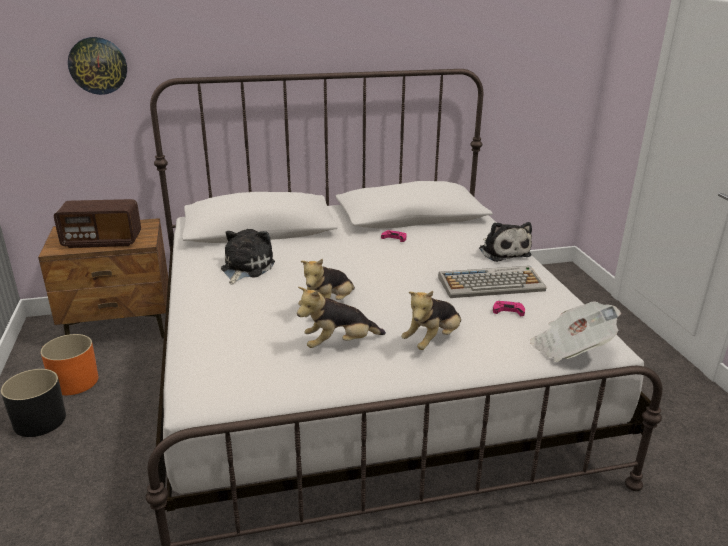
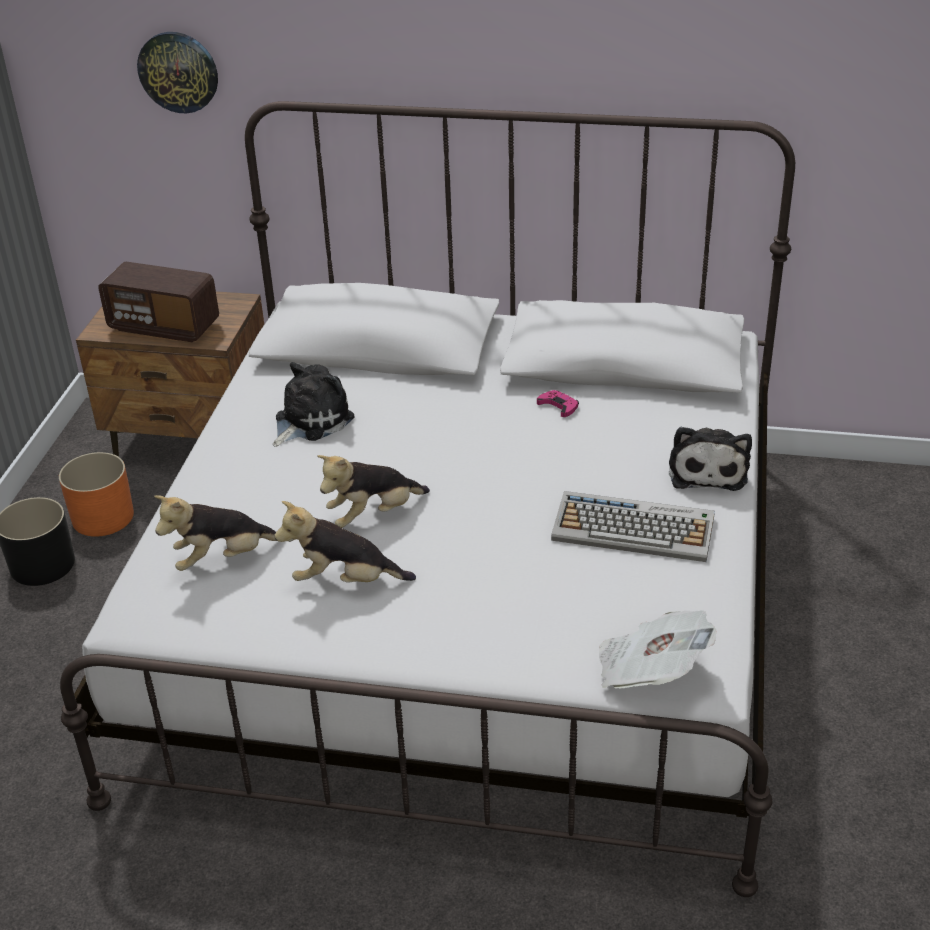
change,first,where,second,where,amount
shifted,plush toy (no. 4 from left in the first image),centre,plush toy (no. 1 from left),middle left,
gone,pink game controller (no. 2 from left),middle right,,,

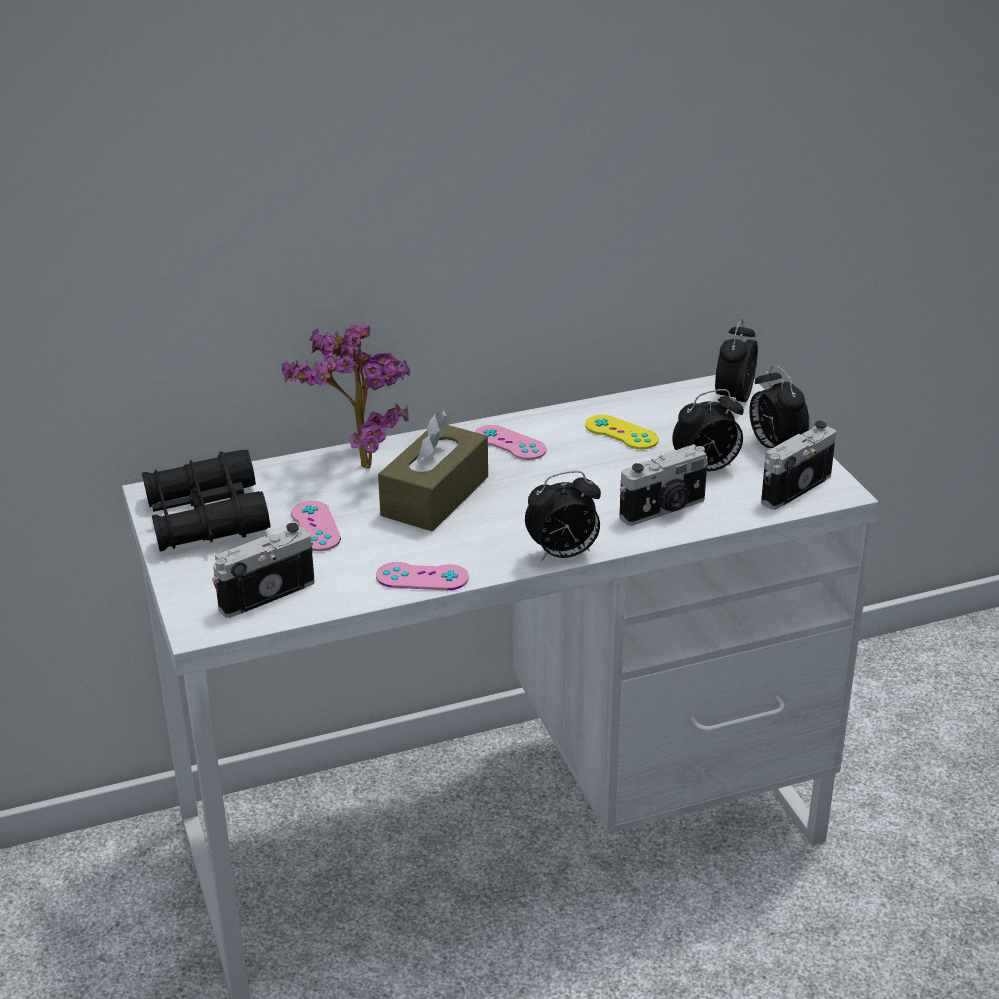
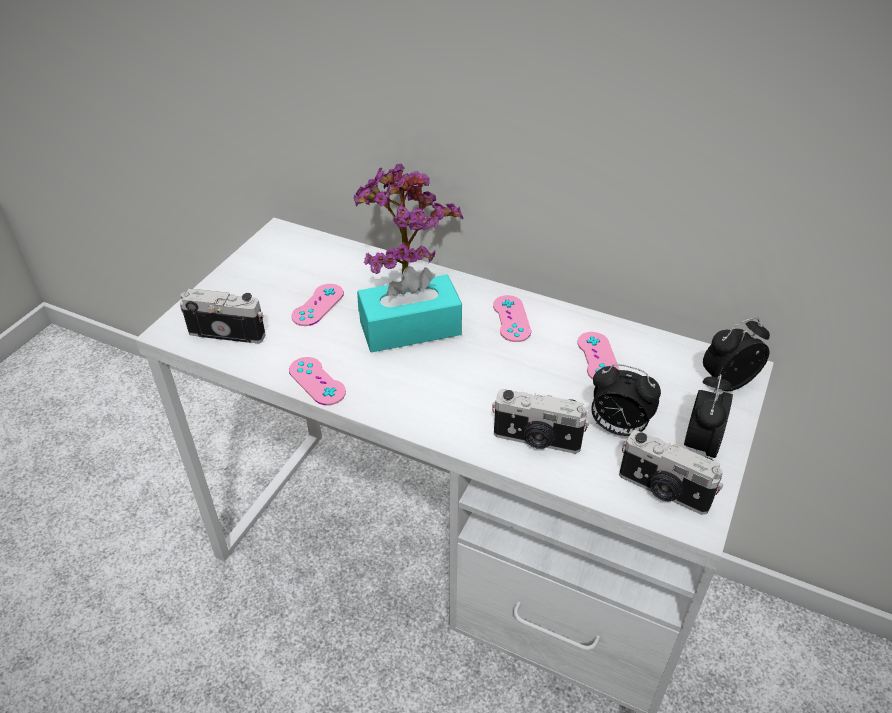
change,first,where,second,where,amount
gone,black binoculars,middle left,,,
repainted,brown tissue box,centre,turquoise tissue box,centre,
gone,alarm clock (no. 1 from left),centre,,,
repainted,yellow game controller,centre,pink game controller (no. 4 from left),middle right,
rotated,photo camera (no. 3 from left),middle right,,middle right,150 degrees counterclockwise

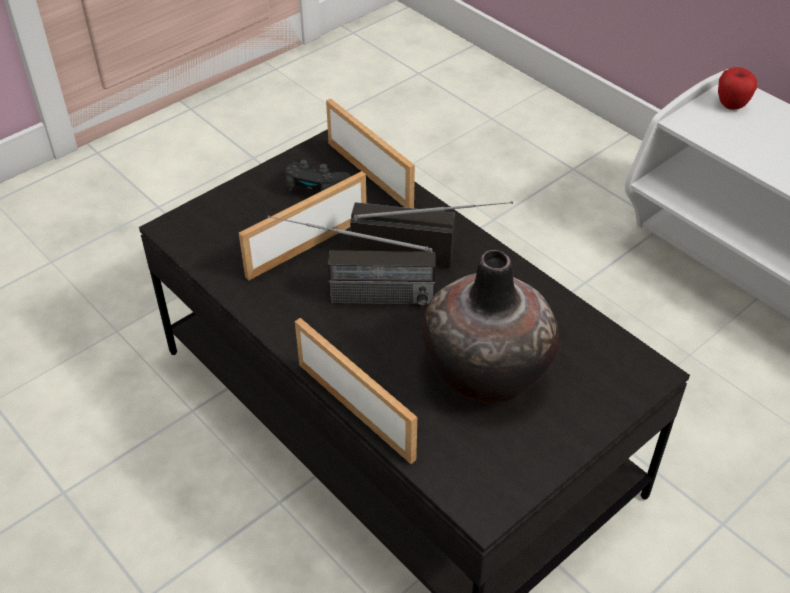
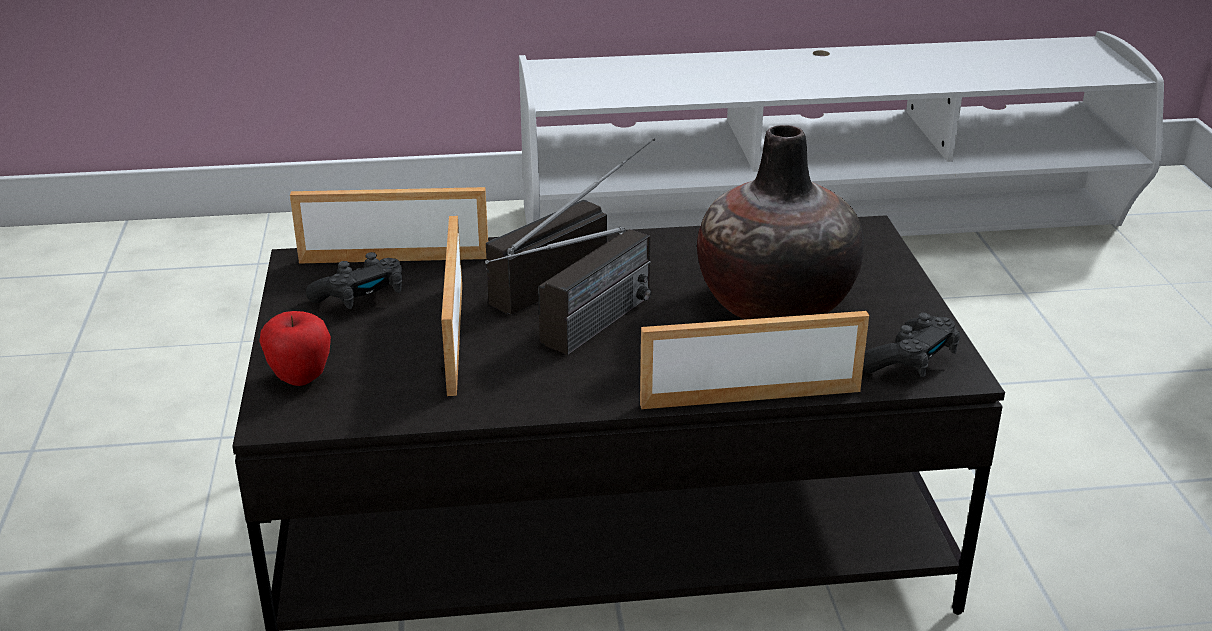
change,first,where,second,where,amount
shifted,apple,top right,,middle left,
new,,,black game controller (no. 2 from left),middle right,

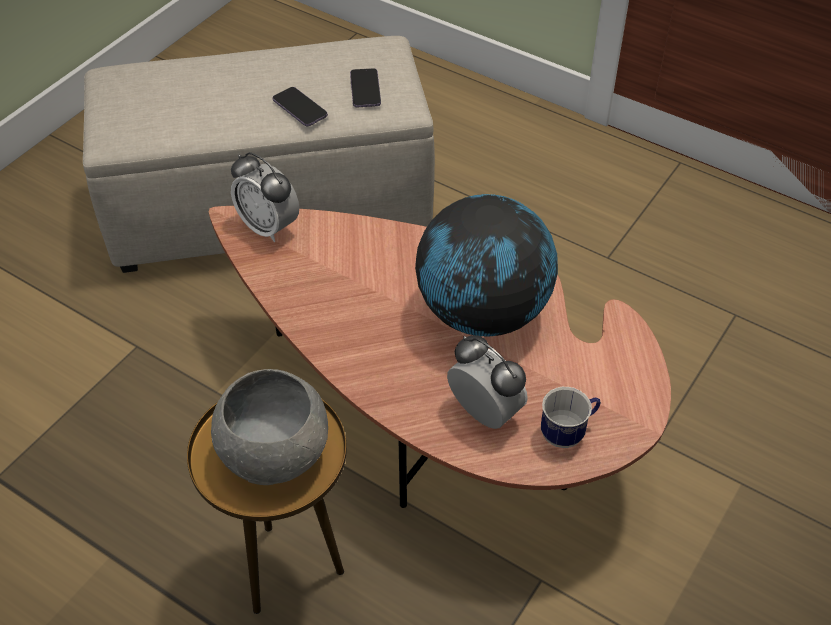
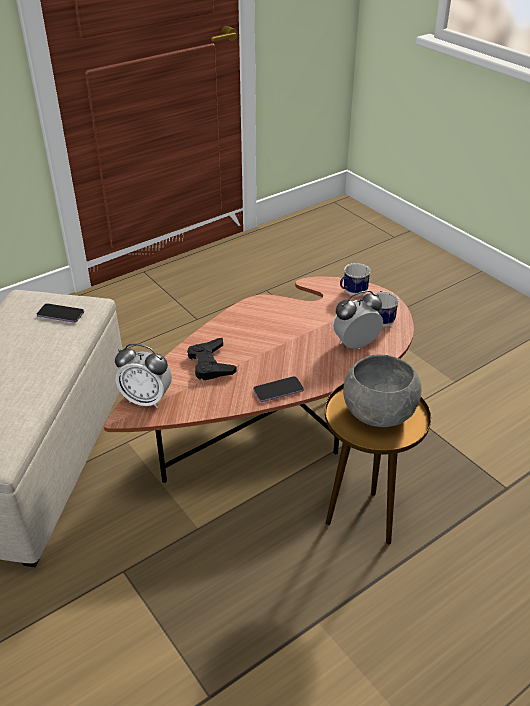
change,first,where,second,where,amount
rotated,alarm clock (no. 1 from left),top left,,middle left,45 degrees clockwise
shifted,phone (no. 1 from left in the first image),top centre,phone (no. 2 from left),centre,
gone,globe,centre,,,
new,,,black game controller,centre,
new,,,mug (no. 1 from left),middle right,

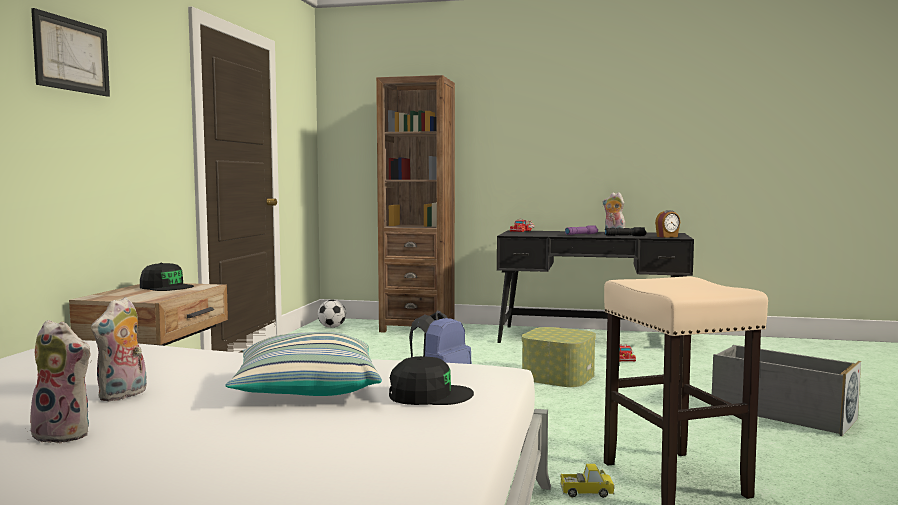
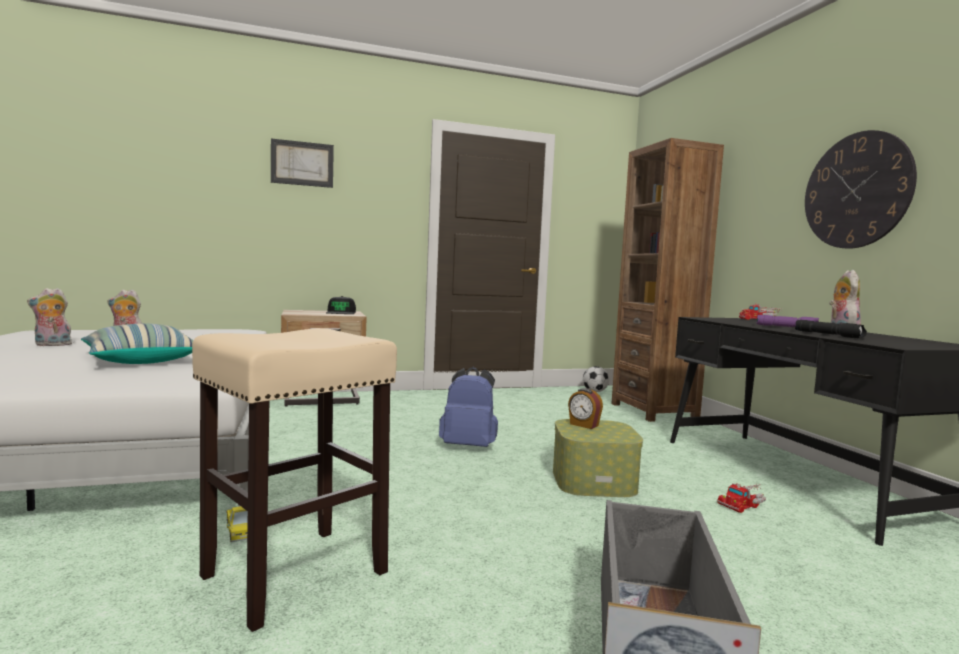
change,first,where,second,where,amount
rotated,plush toy (no. 1 from left),bottom left,,middle left,75 degrees clockwise
gone,black cap (no. 2 from left),bottom centre,,,
shifted,alarm clock,middle right,,centre,
new,,,wall clock,top right,

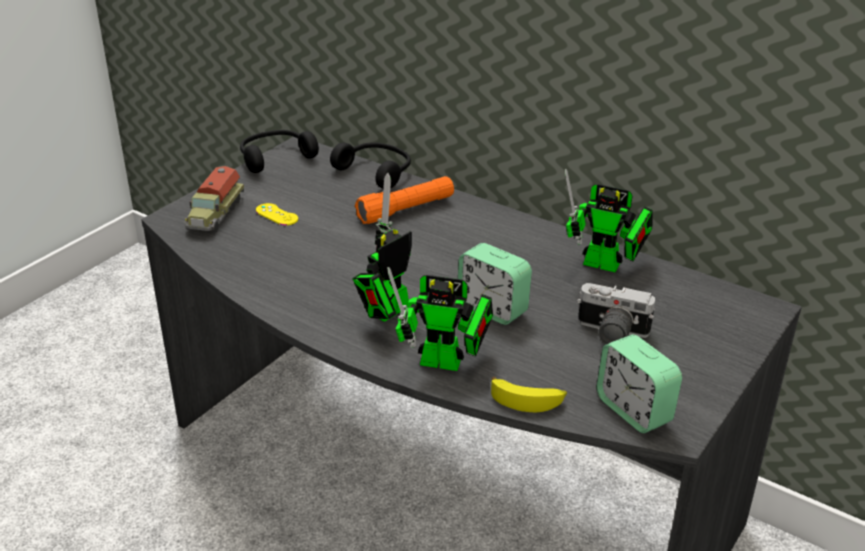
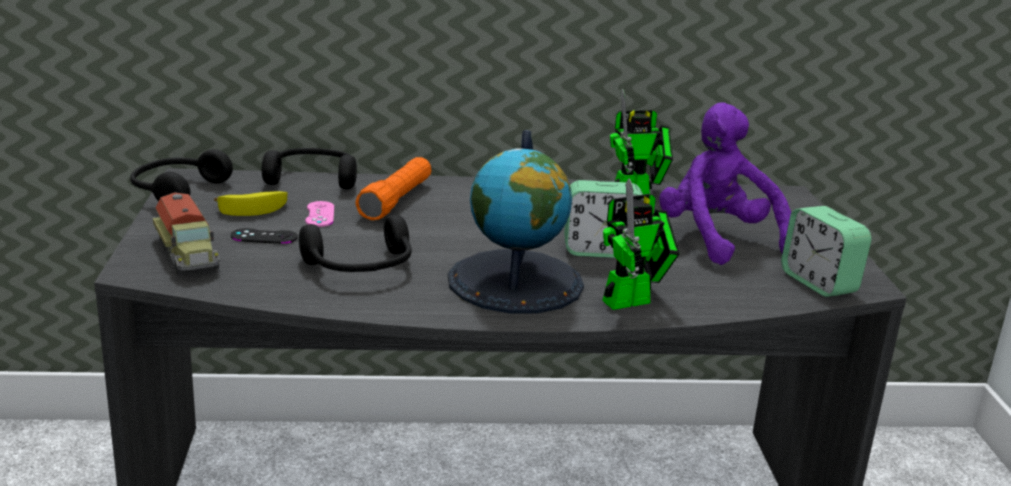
change,first,where,second,where,amount
repainted,yellow game controller,middle left,black game controller,middle left,
swapped,toy robot (no. 1 from left),centre,globe,centre,
shifted,banana,bottom centre,,middle left,
swapped,photo camera,middle right,purple plush toy,middle right,
rotated,alarm clock (no. 2 from left),bottom right,,middle right,45 degrees clockwise
new,,,black headphones (no. 3 from left),centre,
new,,,pink game controller,middle left,

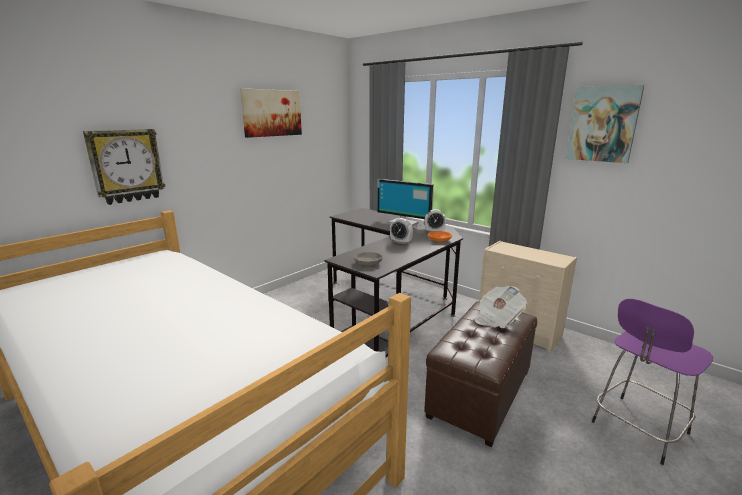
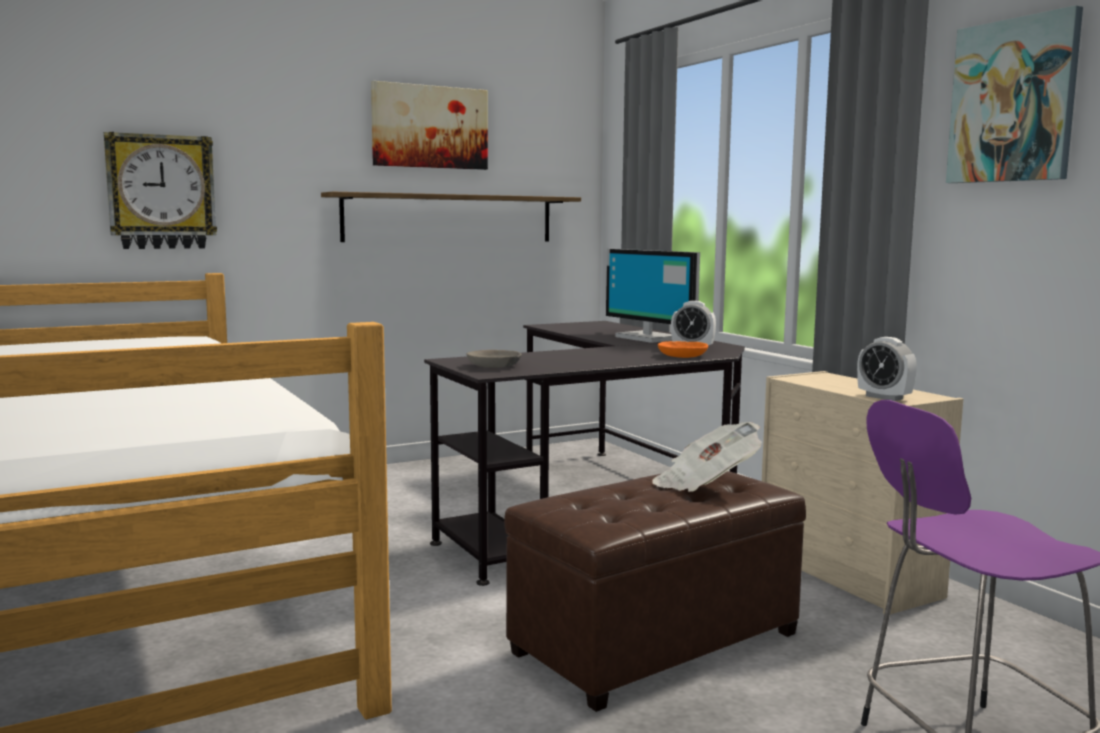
change,first,where,second,where,amount
shifted,alarm clock (no. 1 from left in the first image),centre,alarm clock (no. 2 from left),middle right,
new,,,shelf,top centre,

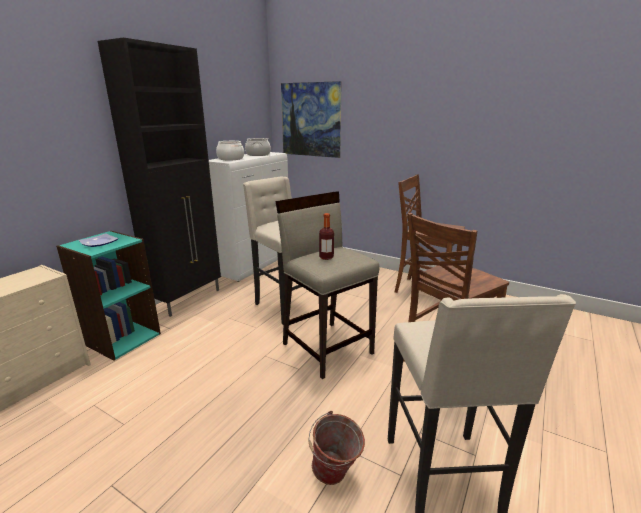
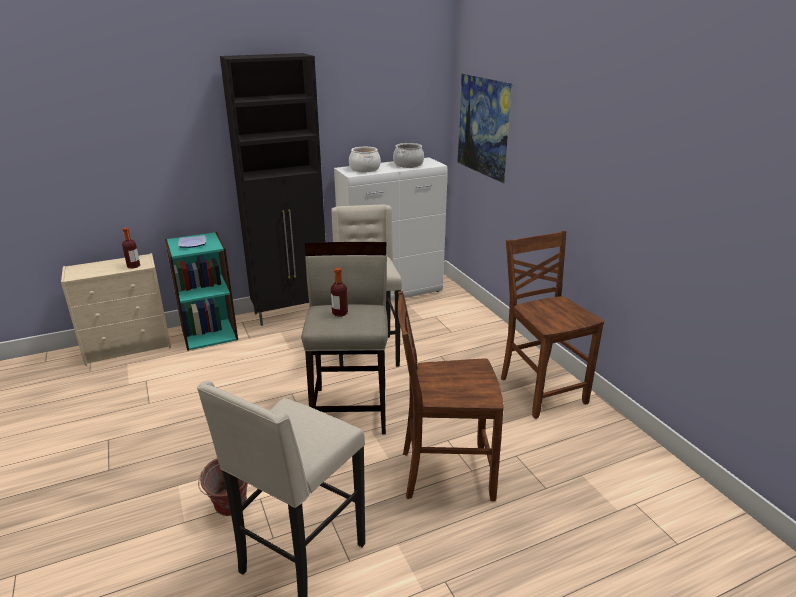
change,first,where,second,where,amount
new,,,bottle (no. 1 from left),middle left,

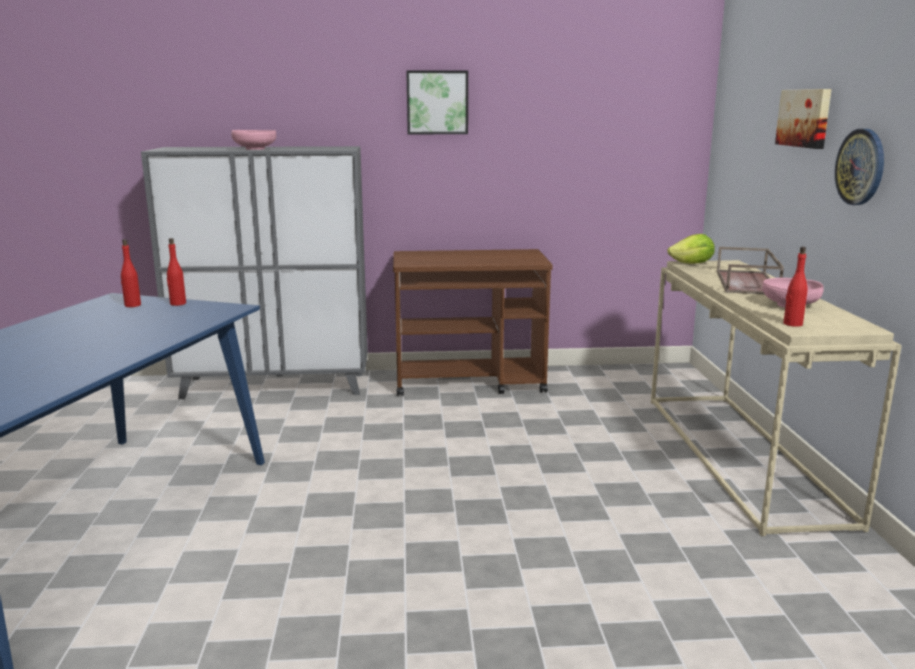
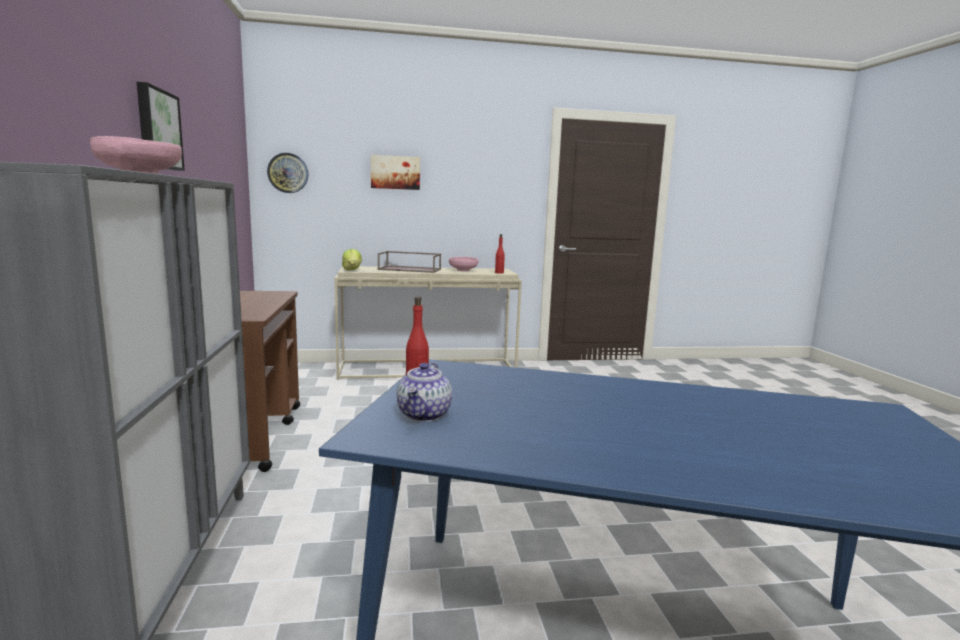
change,first,where,second,where,amount
swapped,red bottle (no. 1 from left),middle left,teapot,centre,
shifted,wall clock,top right,,top left,

